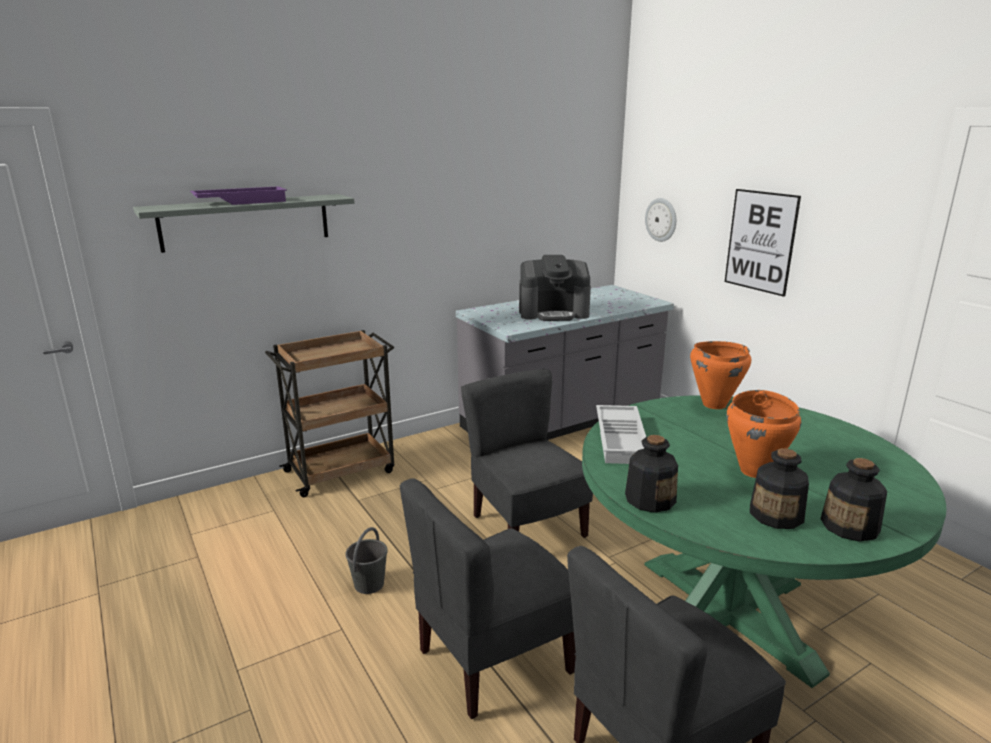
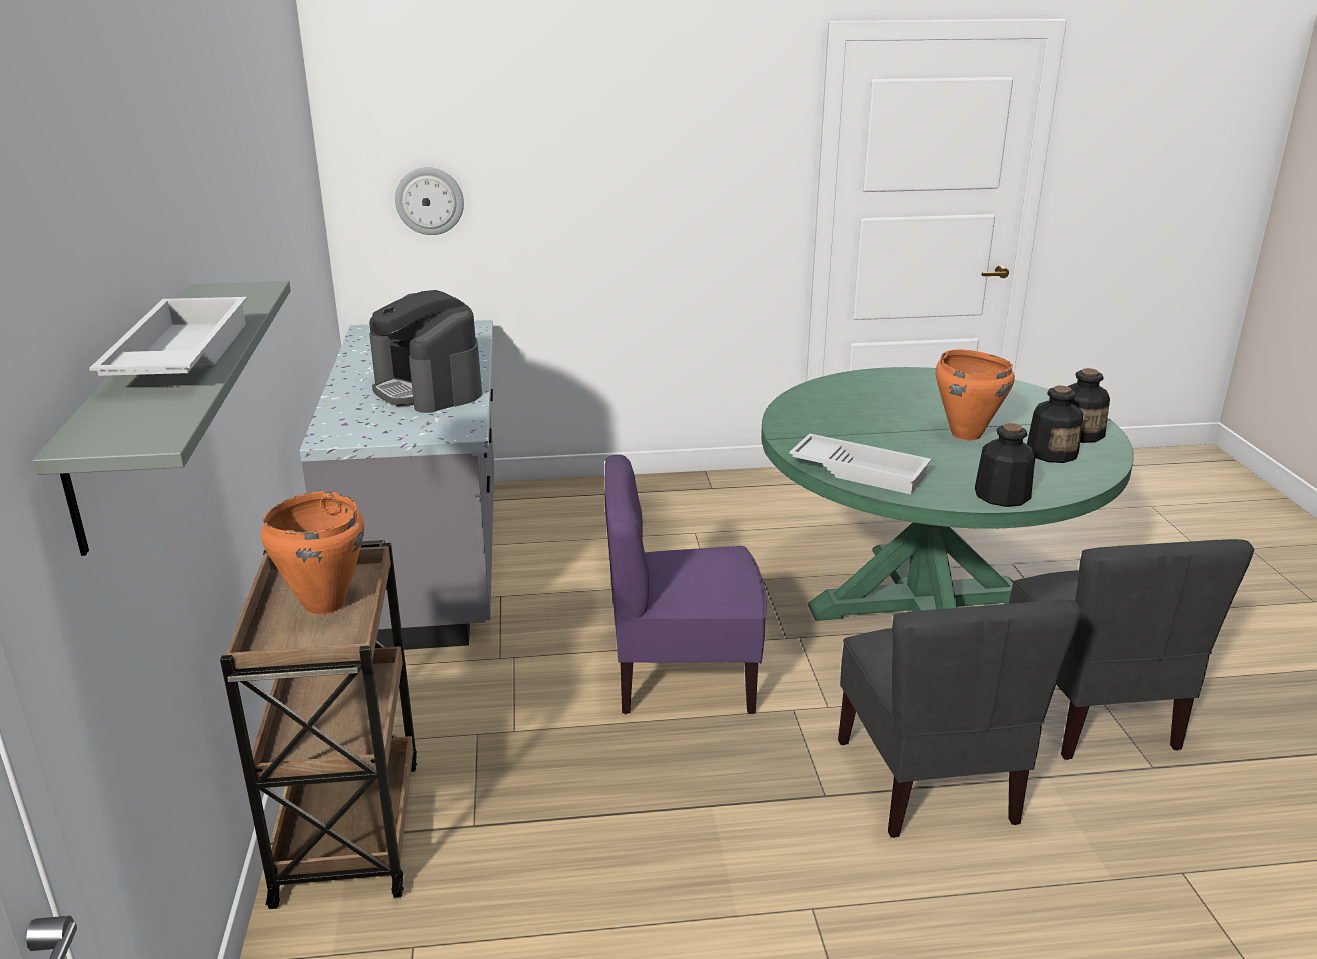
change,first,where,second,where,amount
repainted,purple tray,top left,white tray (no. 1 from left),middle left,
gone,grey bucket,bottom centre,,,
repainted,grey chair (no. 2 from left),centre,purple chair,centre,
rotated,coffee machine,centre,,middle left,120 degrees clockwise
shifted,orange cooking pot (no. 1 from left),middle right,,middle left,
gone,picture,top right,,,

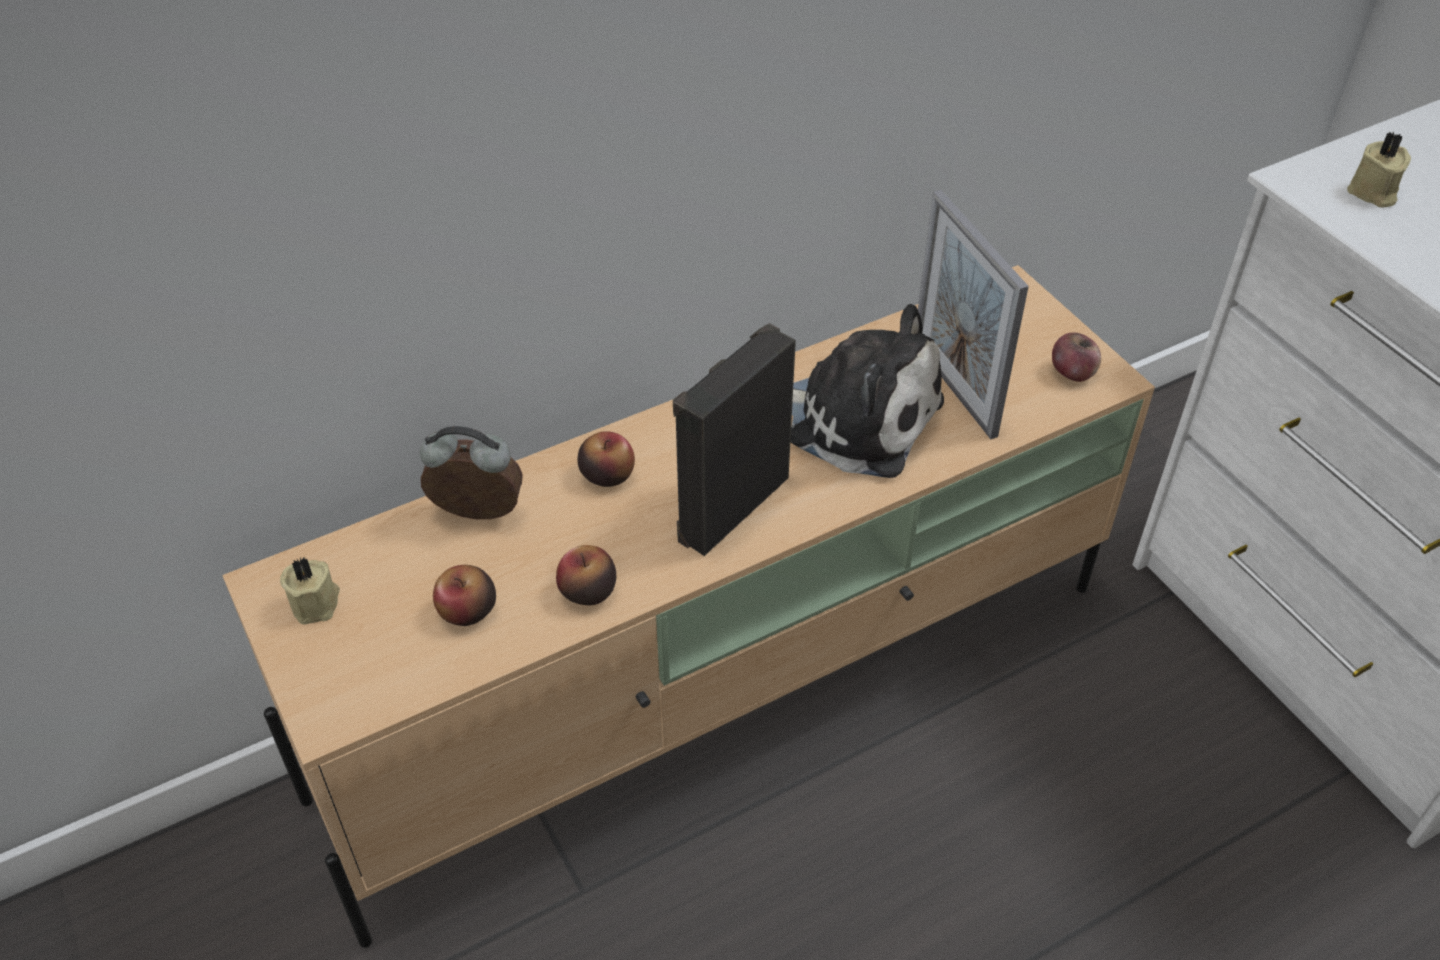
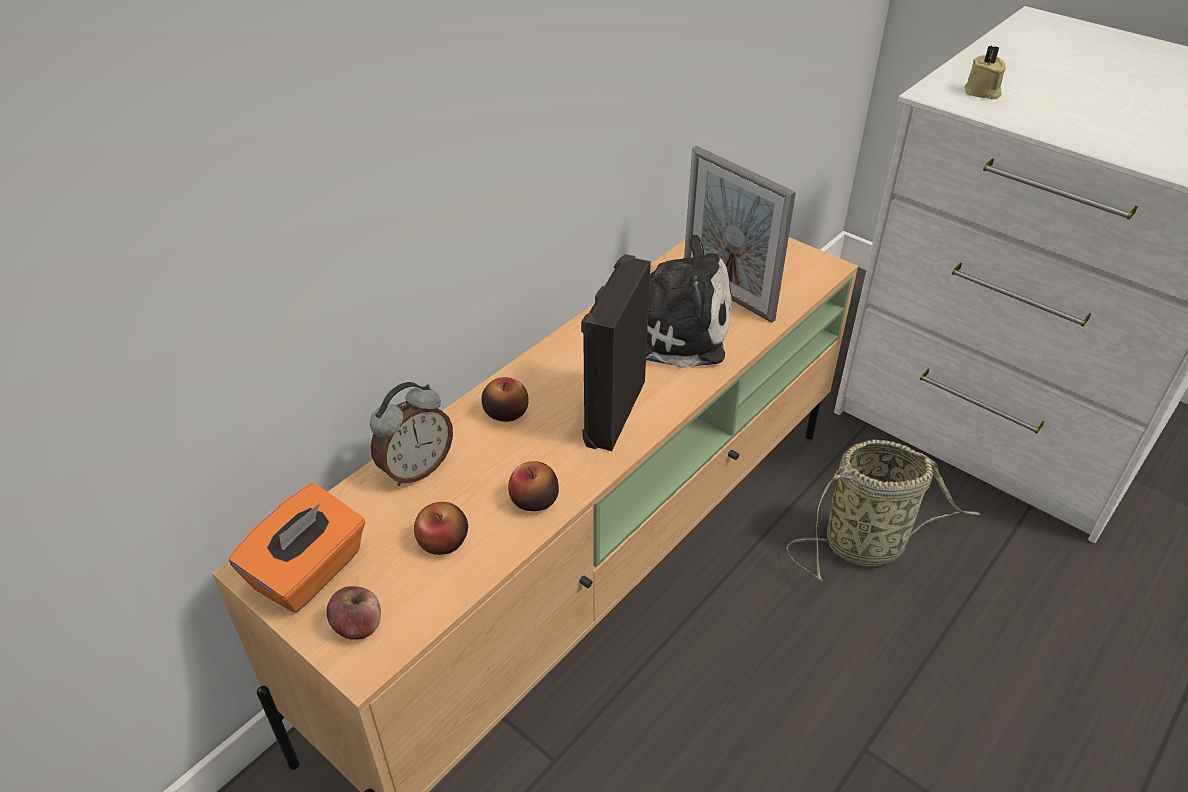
change,first,where,second,where,amount
swapped,beige candle (no. 1 from left),middle left,orange tissue box,bottom left,
rotated,alarm clock,middle left,,centre,150 degrees clockwise
shifted,apple (no. 4 from left in the first image),middle right,apple (no. 1 from left),bottom left,
new,,,basket,middle right,

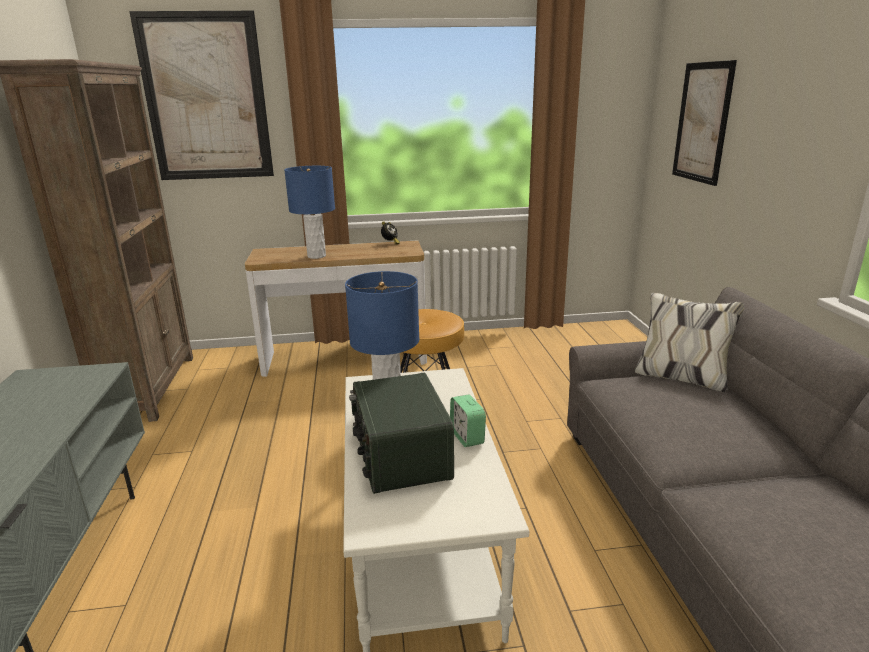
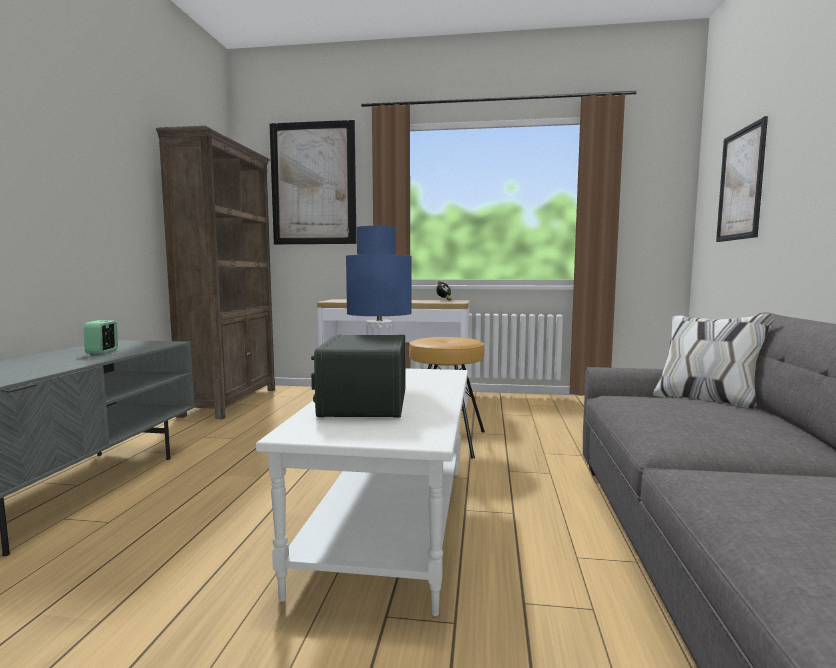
change,first,where,second,where,amount
shifted,alarm clock (no. 2 from left in the first image),centre,alarm clock (no. 1 from left),middle left,

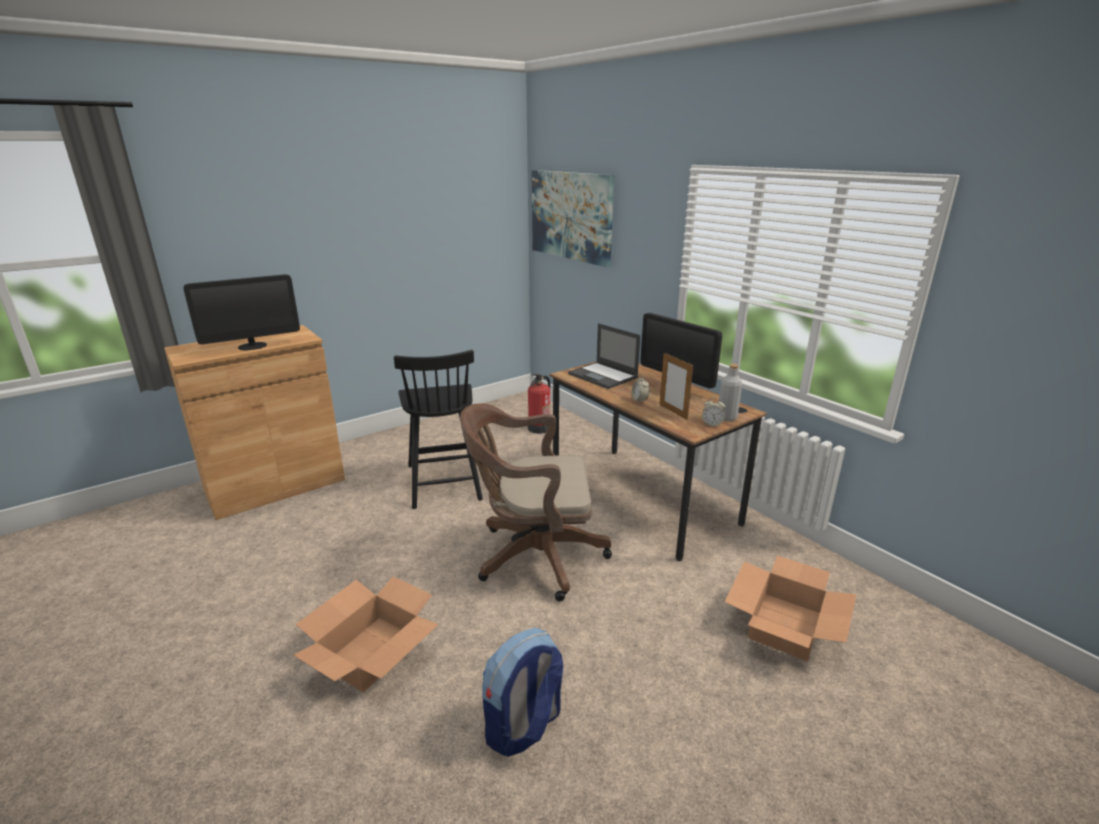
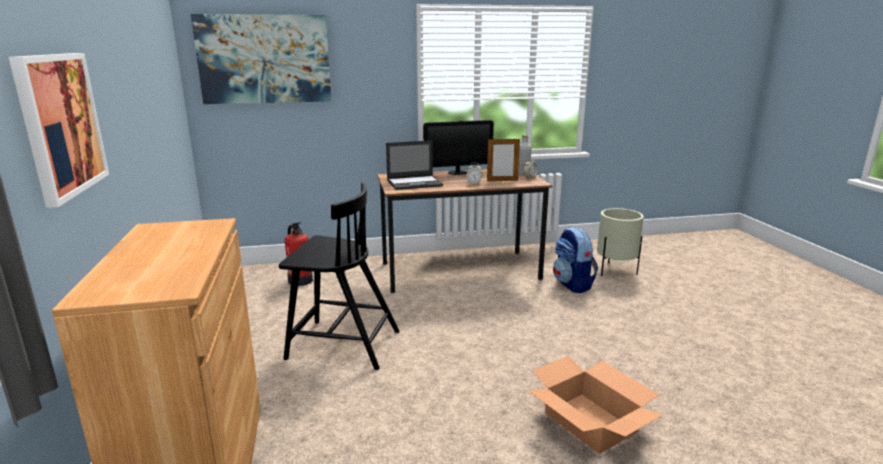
change,first,where,second,where,amount
gone,monitor (no. 1 from left),middle left,,,
gone,brown office chair,centre,,,
shifted,backpack,bottom centre,,centre,
swapped,cardboard box (no. 2 from left),bottom right,beige planter,middle right,
new,,,picture (no. 1 from left),top left,

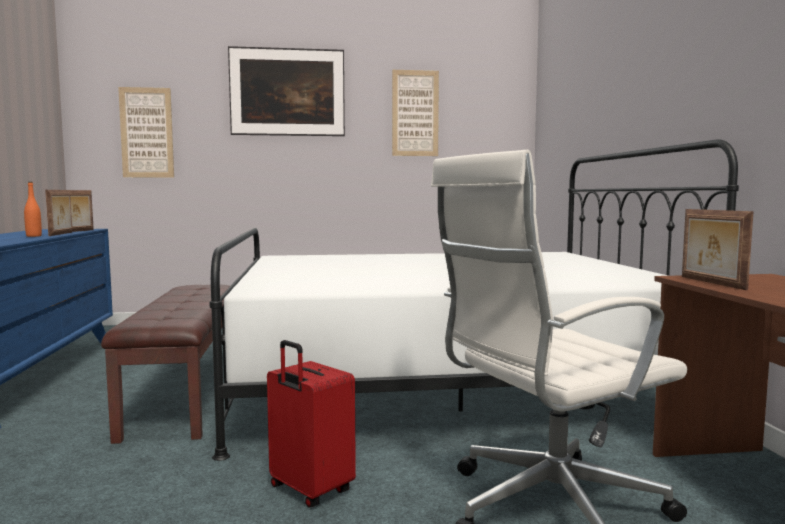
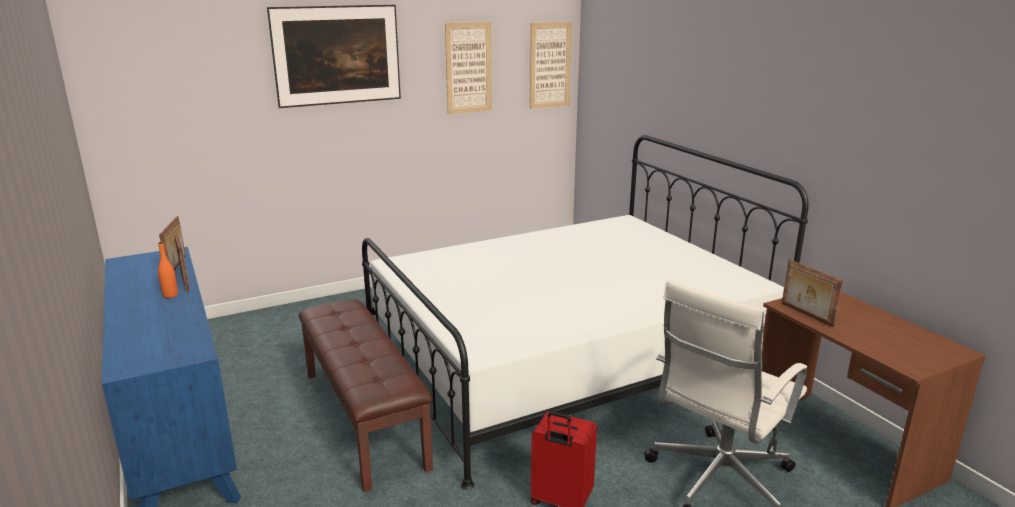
change,first,where,second,where,amount
shifted,picture (no. 1 from left in the first image),top left,picture (no. 3 from left),top centre,

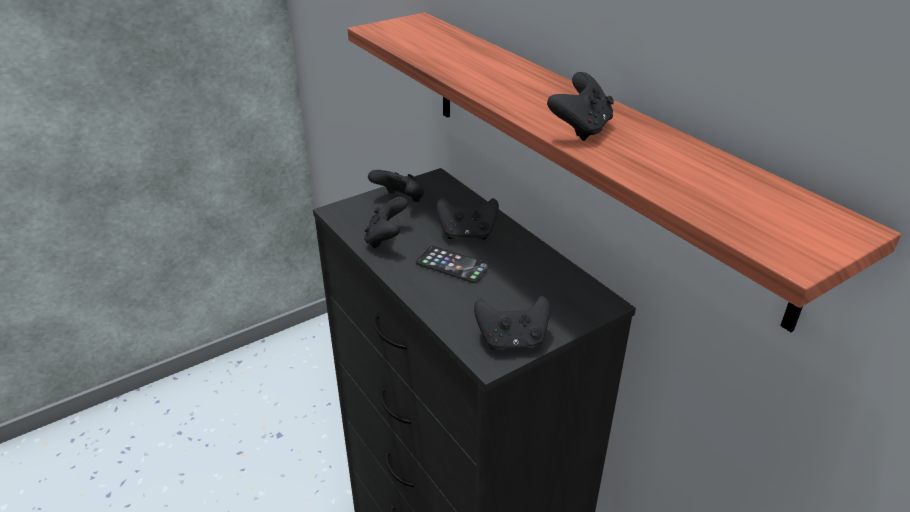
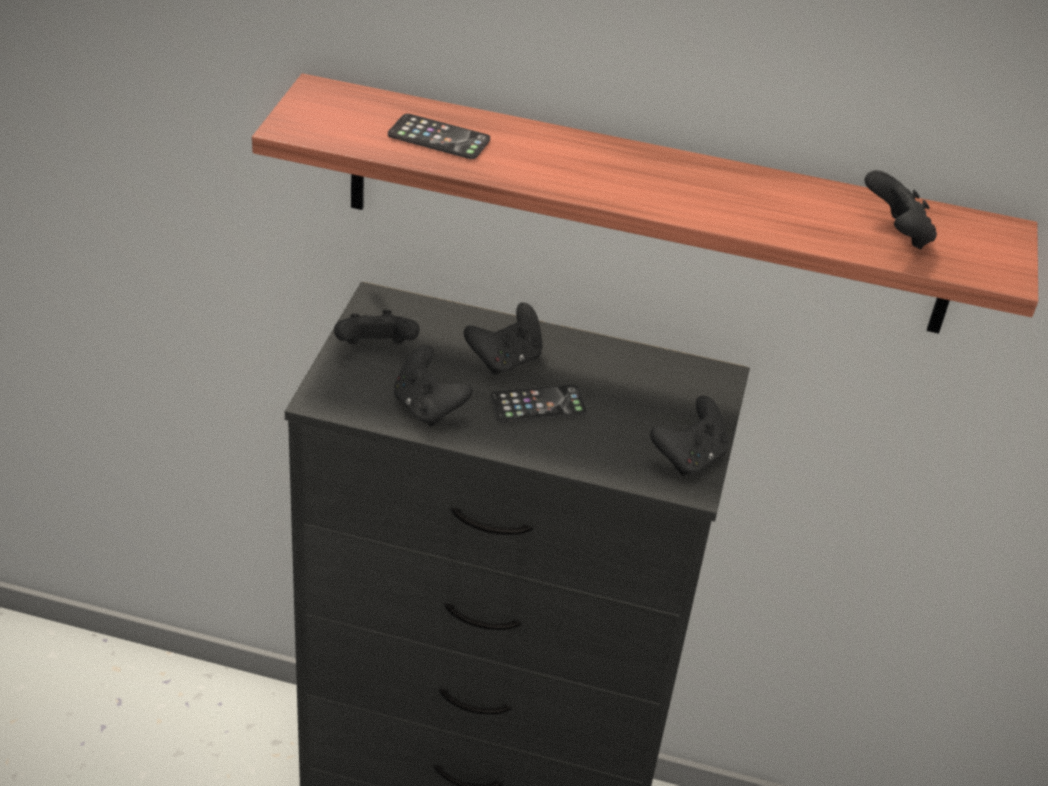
change,first,where,second,where,amount
shifted,black game controller (no. 5 from left),top centre,,top right,
new,,,phone (no. 1 from left),top centre,

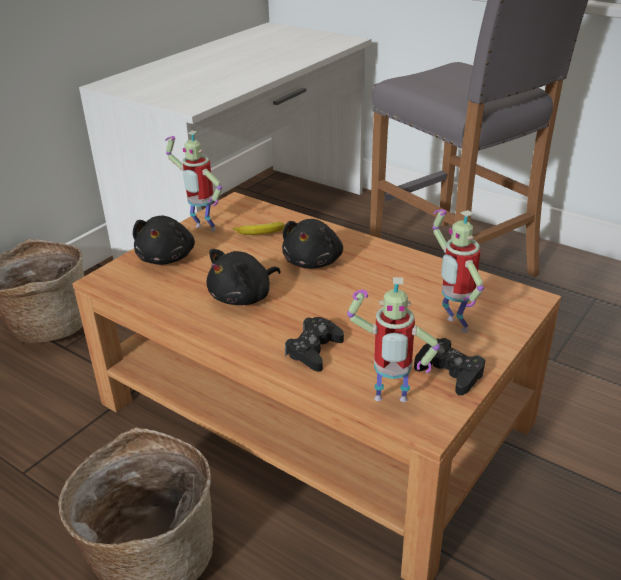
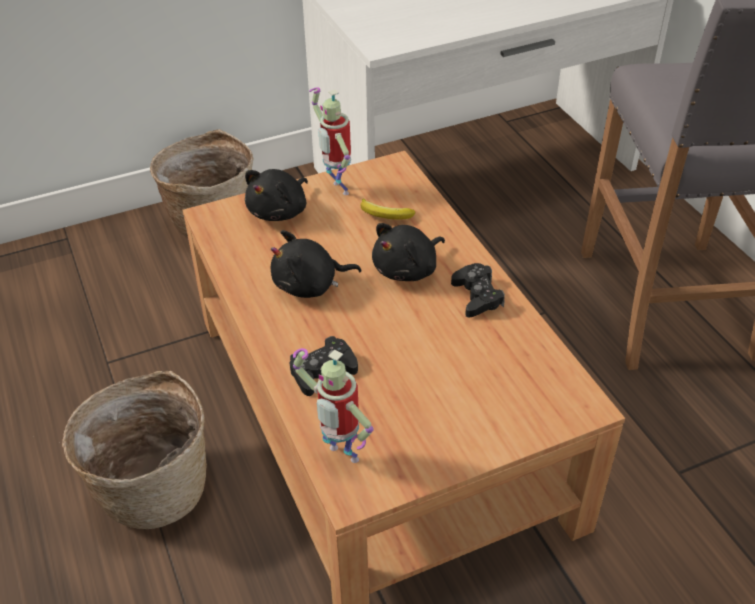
change,first,where,second,where,amount
shifted,black game controller (no. 2 from left),middle right,,centre,
gone,toy robot (no. 3 from left),middle right,,,

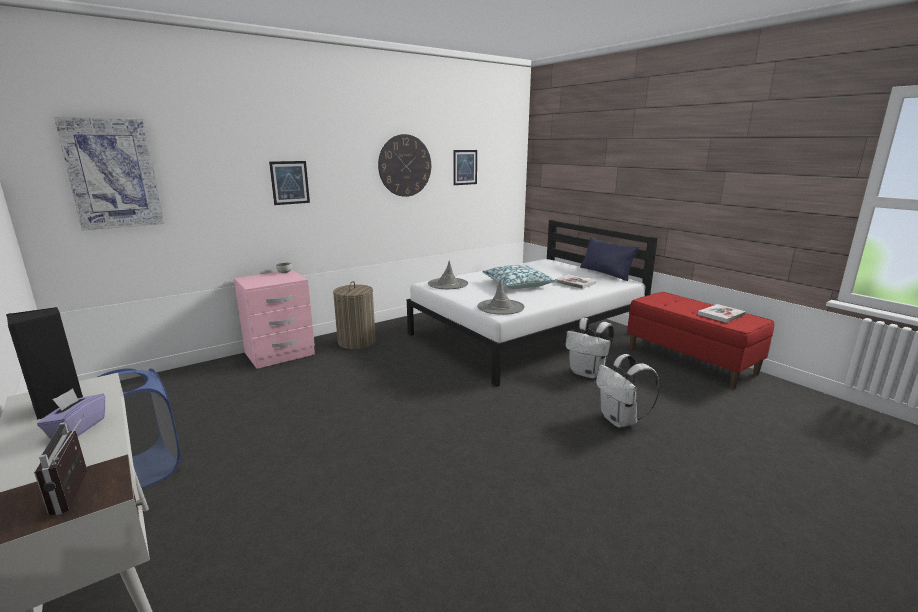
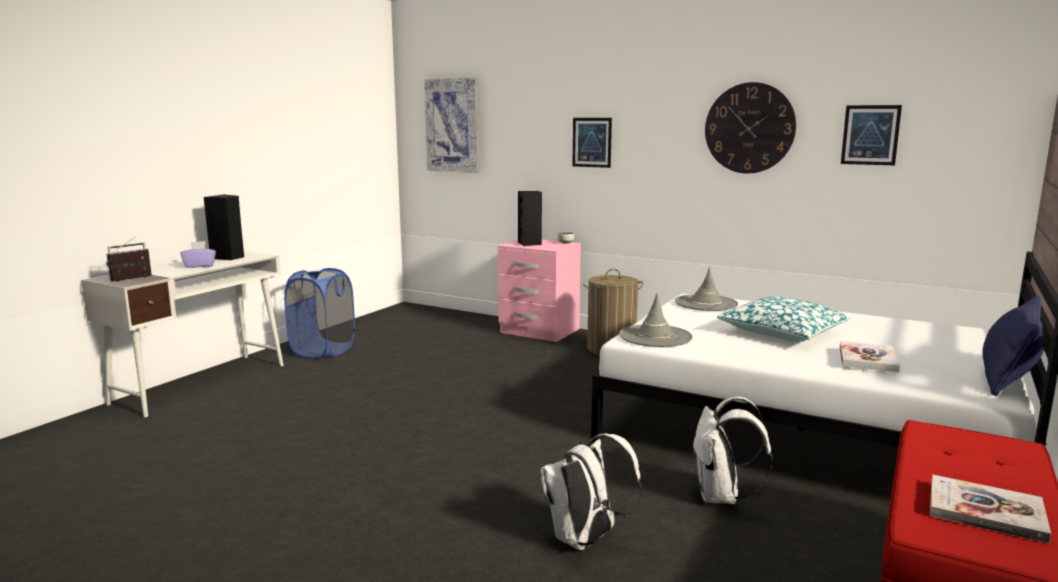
change,first,where,second,where,amount
new,,,black speaker (no. 2 from left),centre,

